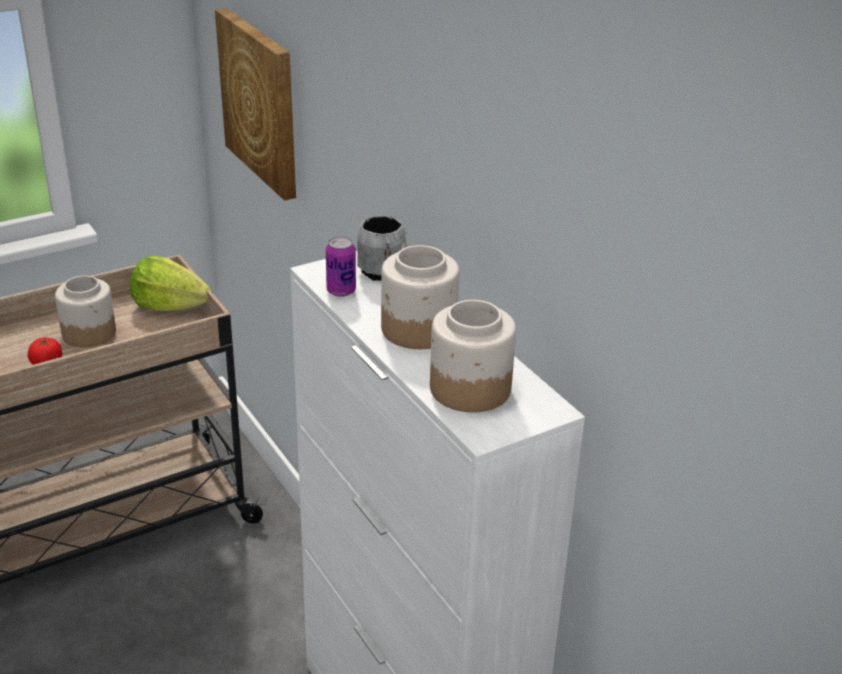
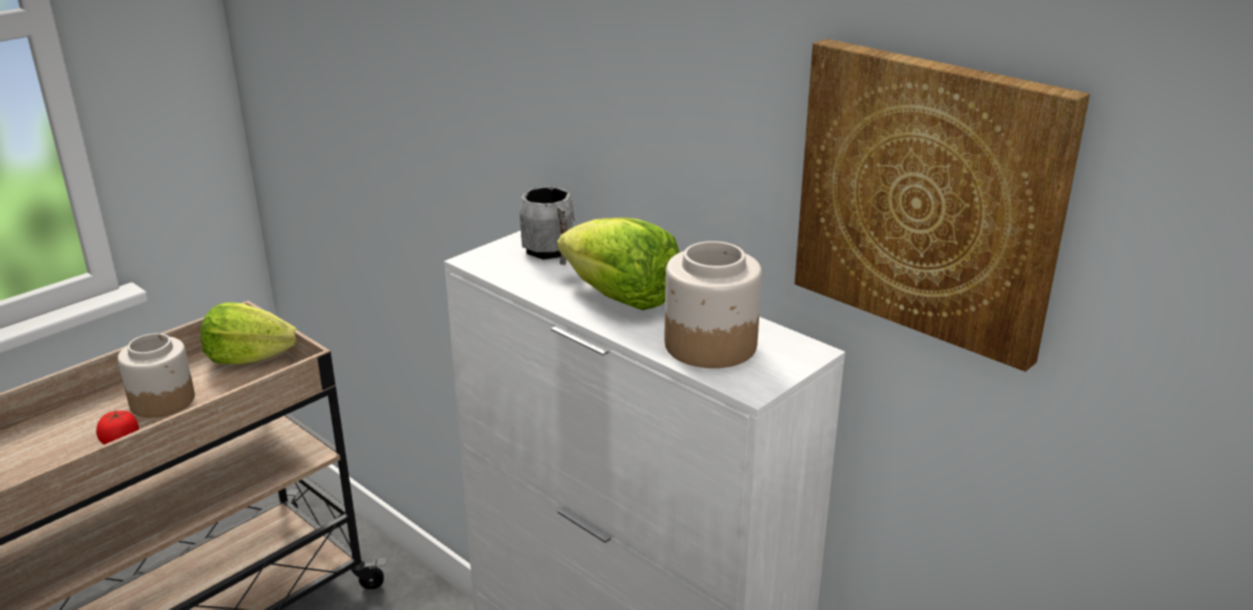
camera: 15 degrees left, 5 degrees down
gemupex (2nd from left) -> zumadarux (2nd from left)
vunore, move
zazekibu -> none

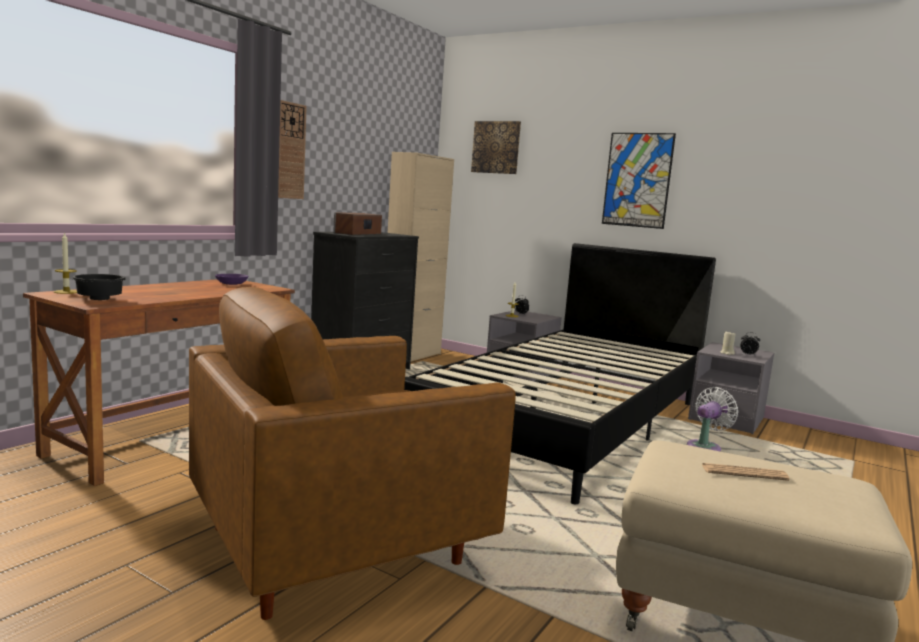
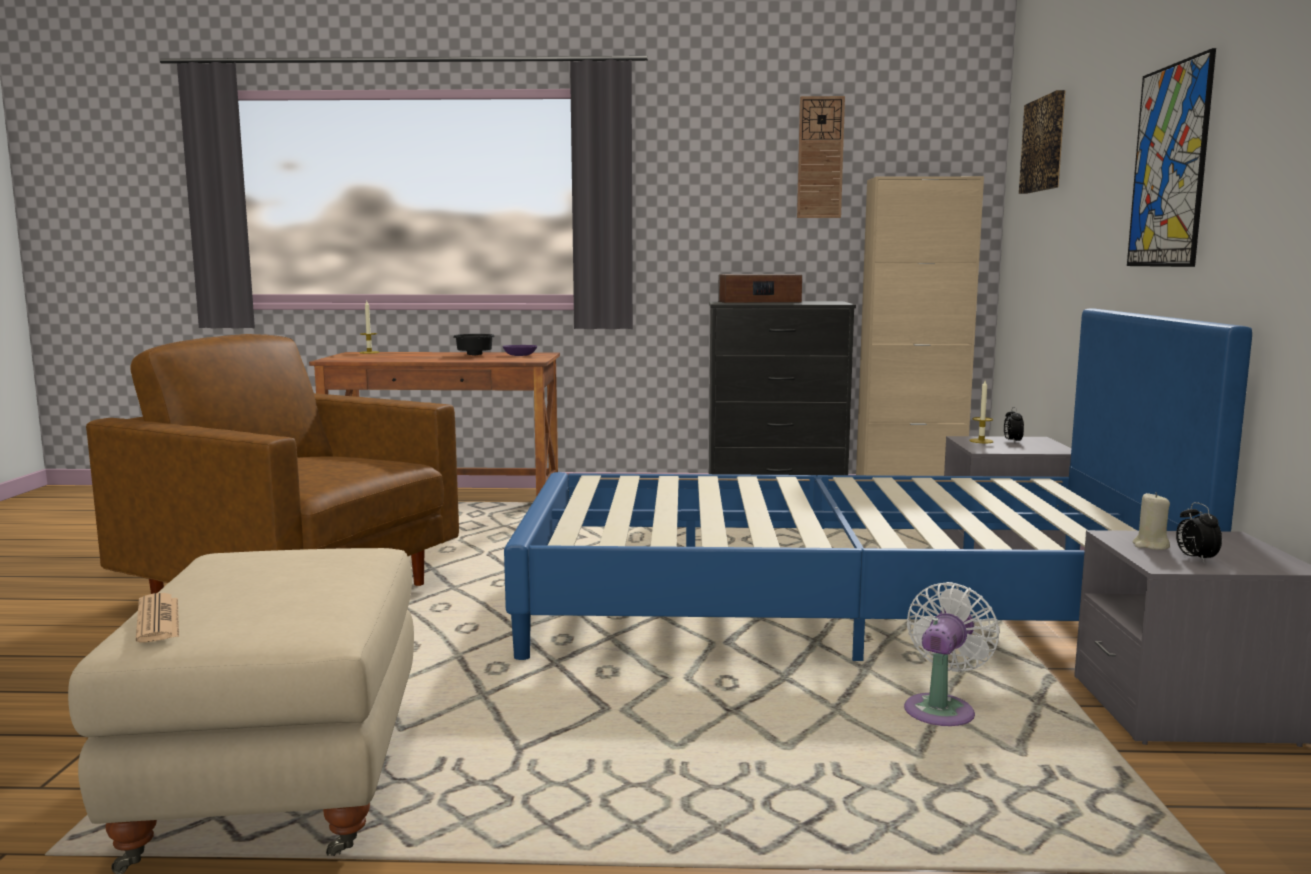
camera: 60 degrees right, 0 degrees up
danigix, move
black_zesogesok, move
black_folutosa -> blue_folutosa
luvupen, move
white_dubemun, 75 degrees counterclockwise

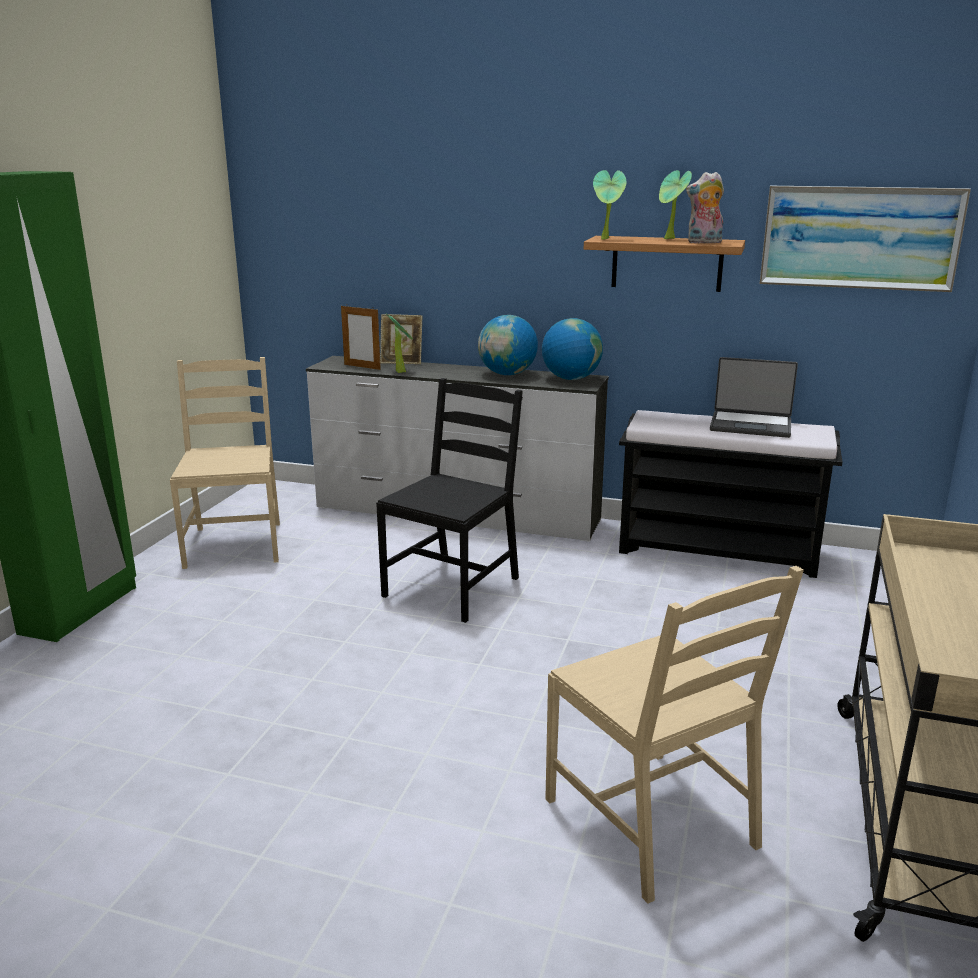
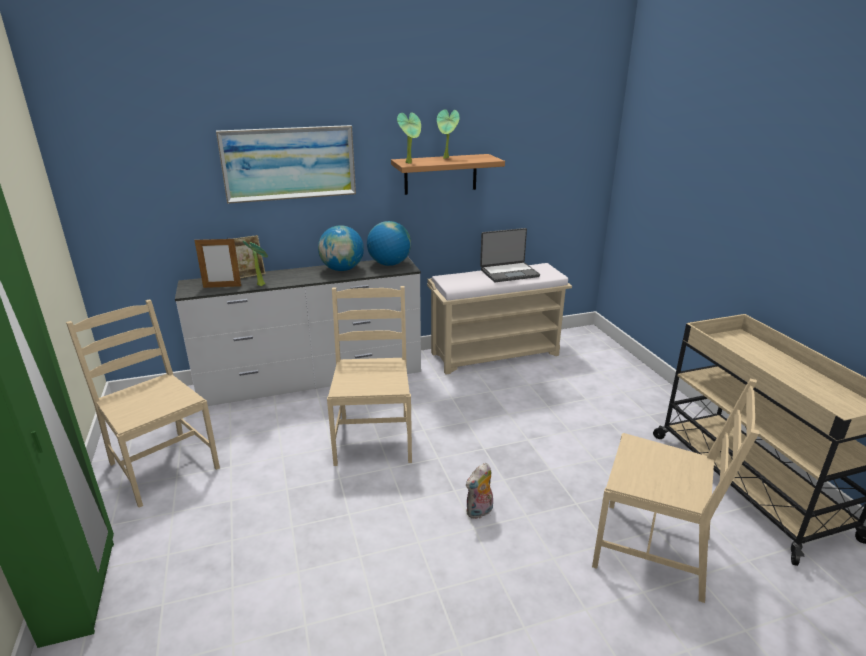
camera: 35 degrees left, 5 degrees up
vunore, move
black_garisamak -> beige_garisamak (2nd from left)
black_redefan -> beige_redefan
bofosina, move

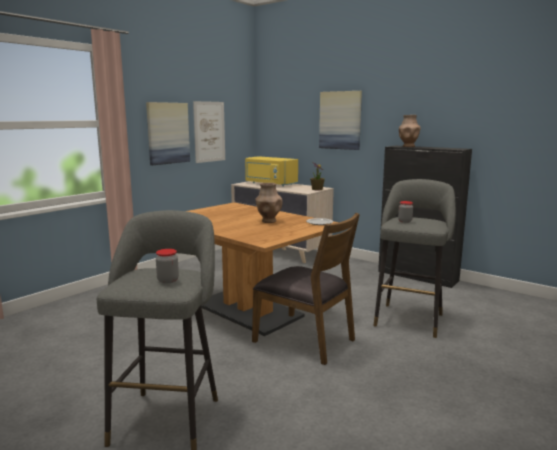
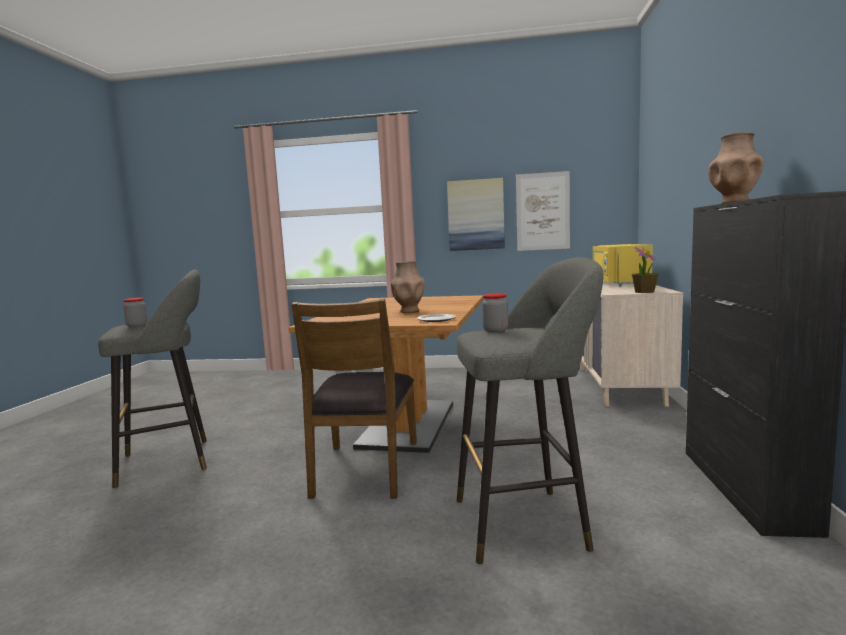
camera: 60 degrees right, 5 degrees down
vunore (3rd from left) -> none

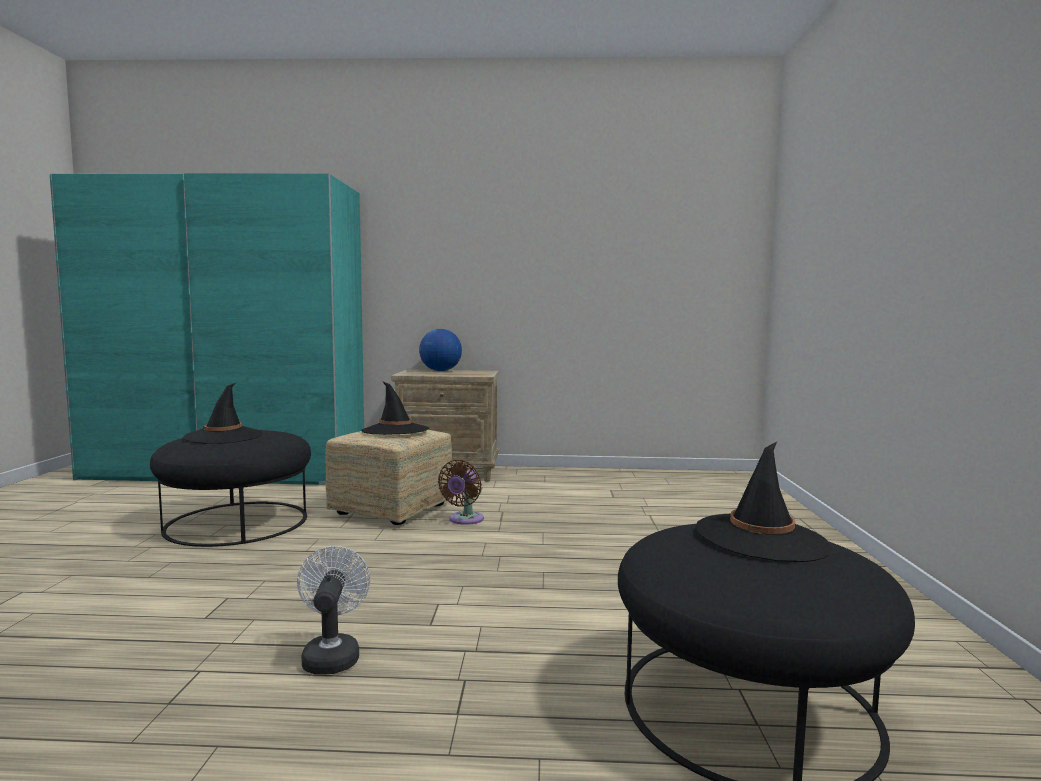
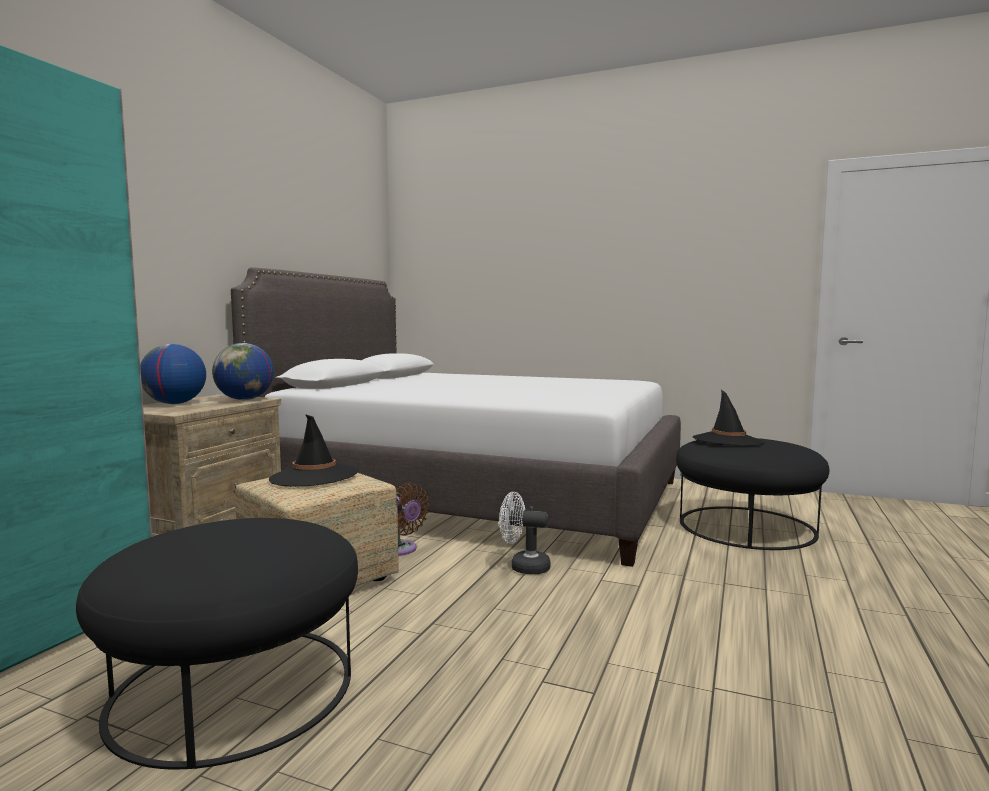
camera: 70 degrees left, 0 degrees up
none -> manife (2nd from left)
none -> white_folutosa
white_dubemun, move
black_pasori (1st from left) -> none

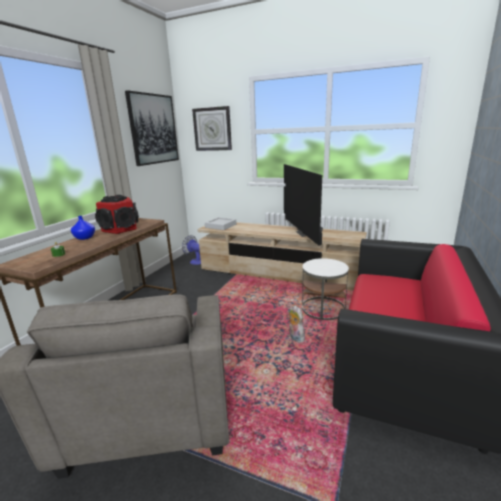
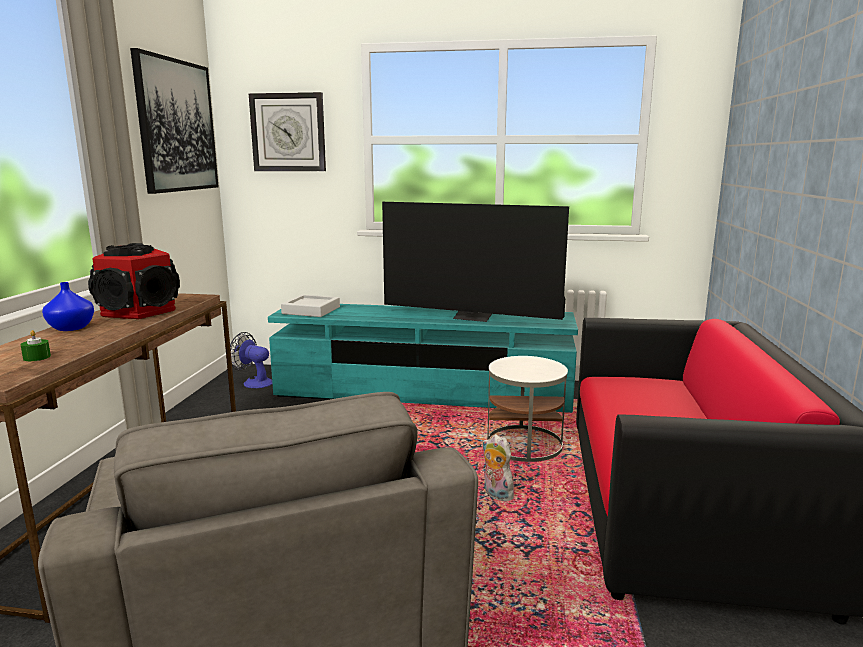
camera: 15 degrees left, 5 degrees down
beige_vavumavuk -> turquoise_vavumavuk
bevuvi, 45 degrees counterclockwise

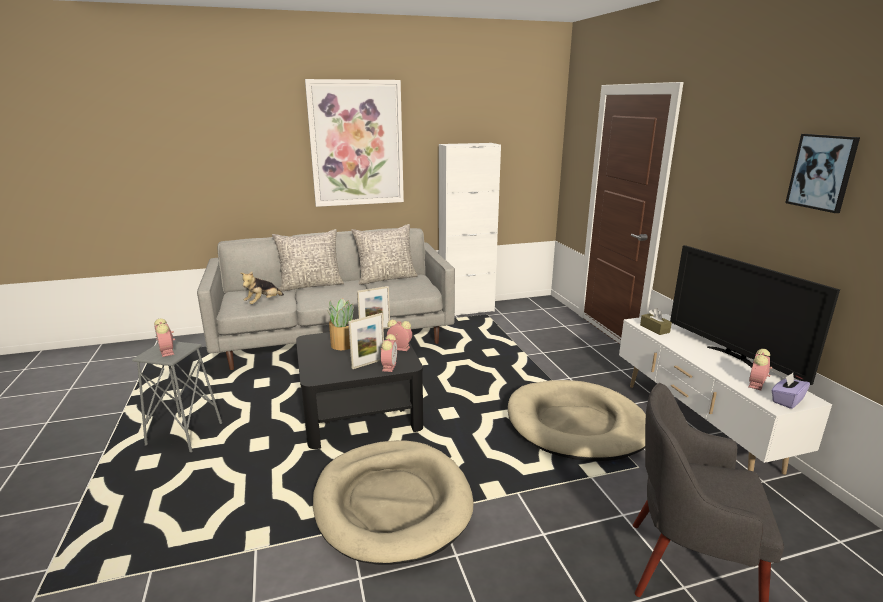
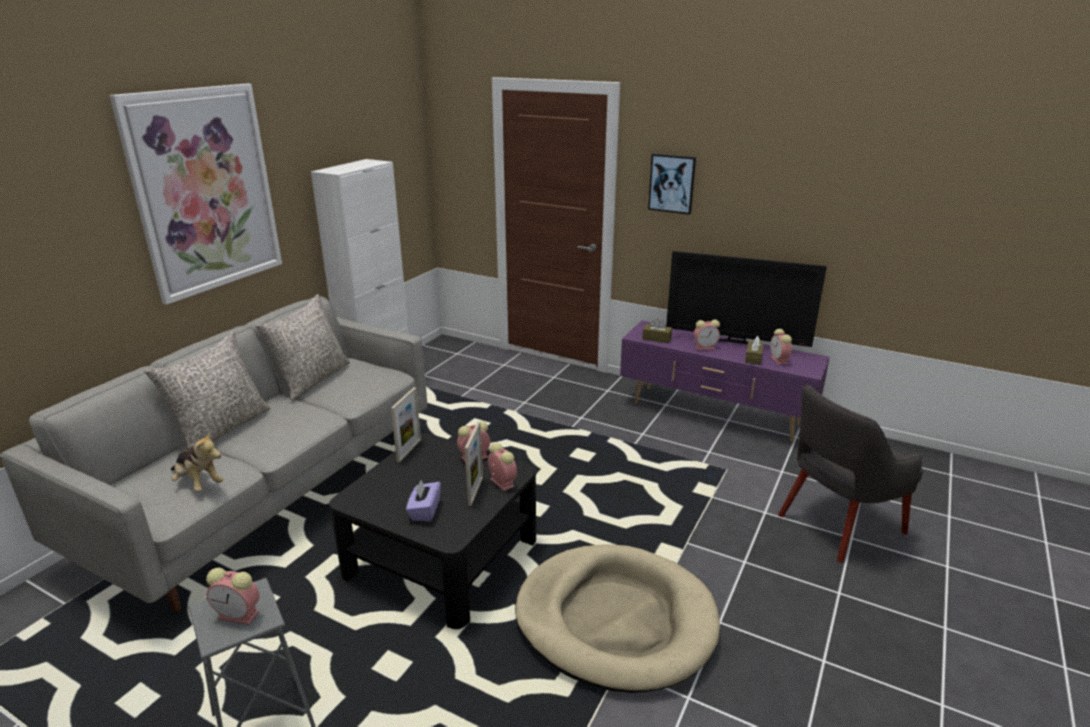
camera: 45 degrees left, 5 degrees up
bofosina, 45 degrees counterclockwise
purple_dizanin, move
white_vavumavuk -> purple_vavumavuk
vunore (2nd from left), move
none -> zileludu (4th from left)
none -> brown_dizanin (2nd from left)
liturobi -> none
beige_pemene (2nd from left) -> none

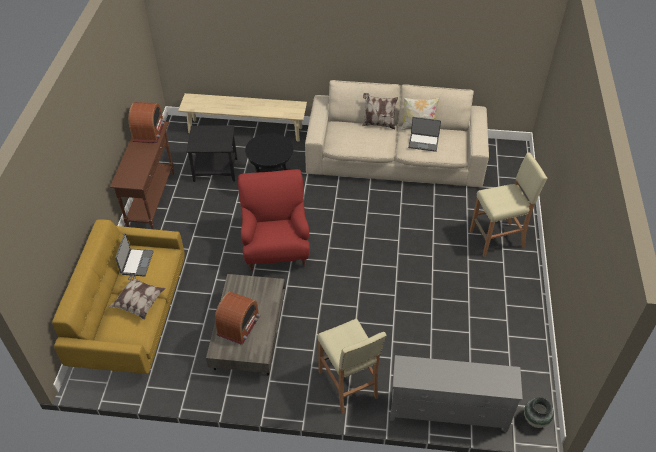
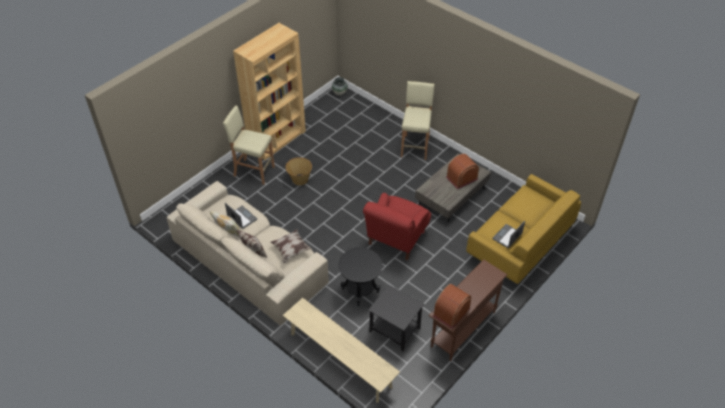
camera: 145 degrees left, 0 degrees up
none -> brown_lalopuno
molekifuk (1st from left in the first image) -> molekifuk (3rd from left), move
none -> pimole
grey_vavumavuk -> none

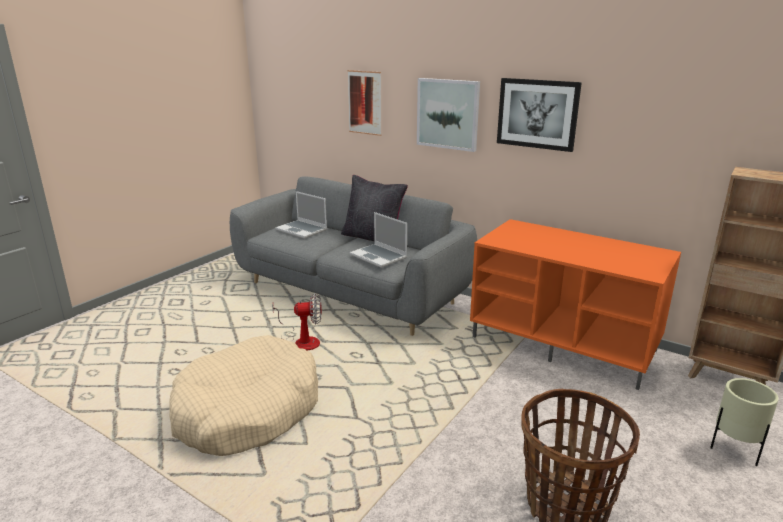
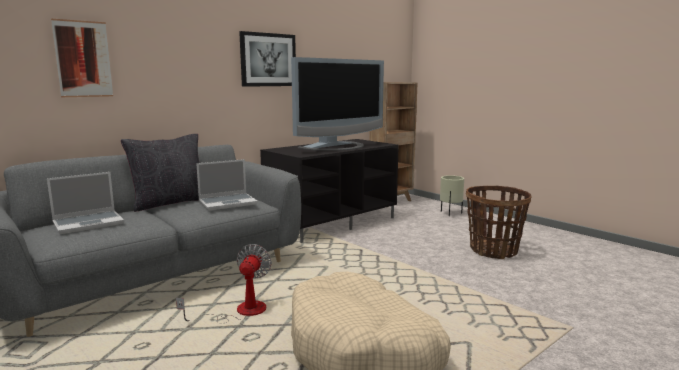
camera: 75 degrees left, 10 degrees down
orange_vavumavuk -> black_vavumavuk
none -> bevuvi
vunore (2nd from left) -> none

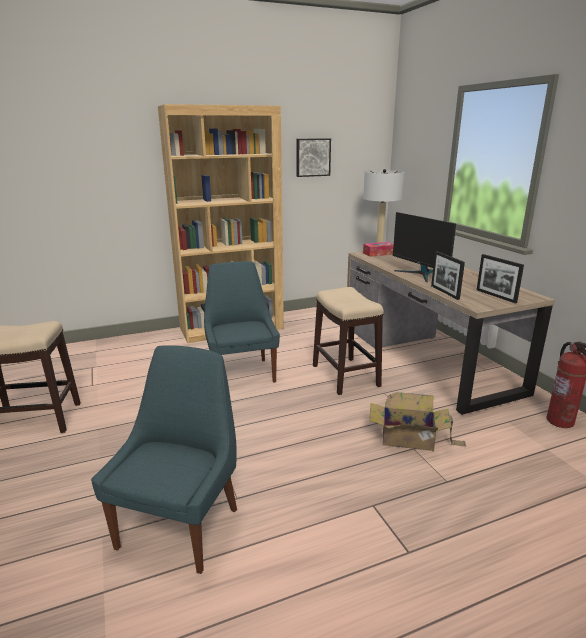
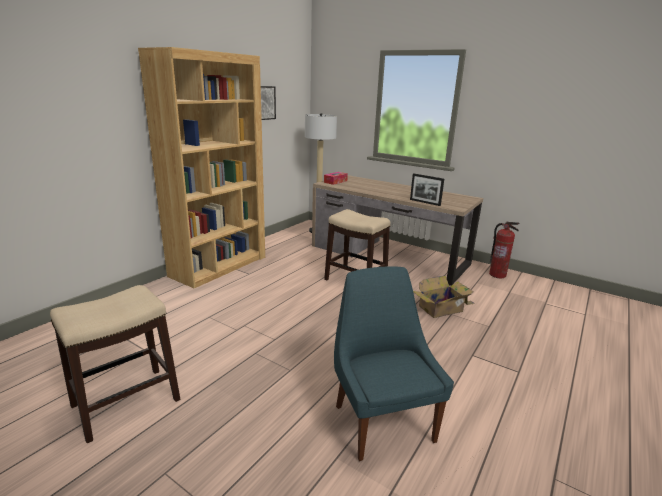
camera: 35 degrees left, 0 degrees up
blue_garisamak (2nd from left) -> none
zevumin -> none
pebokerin (2nd from left) -> none

